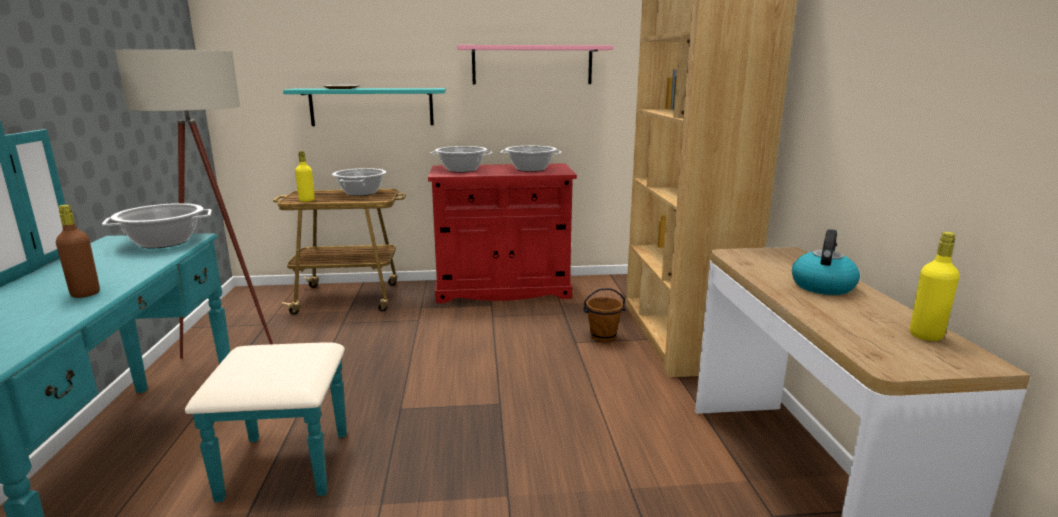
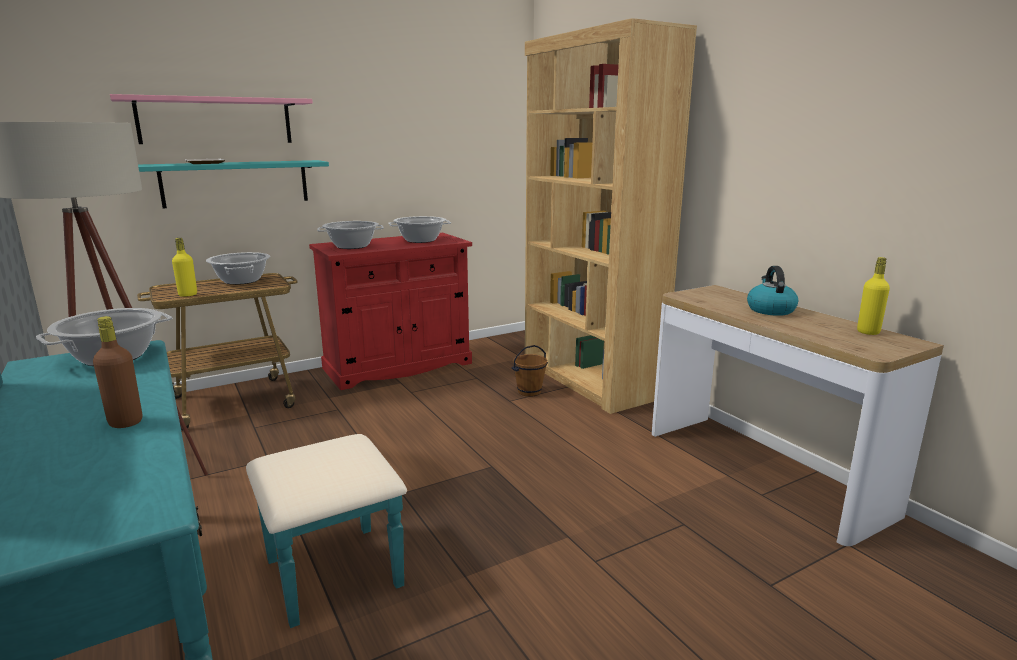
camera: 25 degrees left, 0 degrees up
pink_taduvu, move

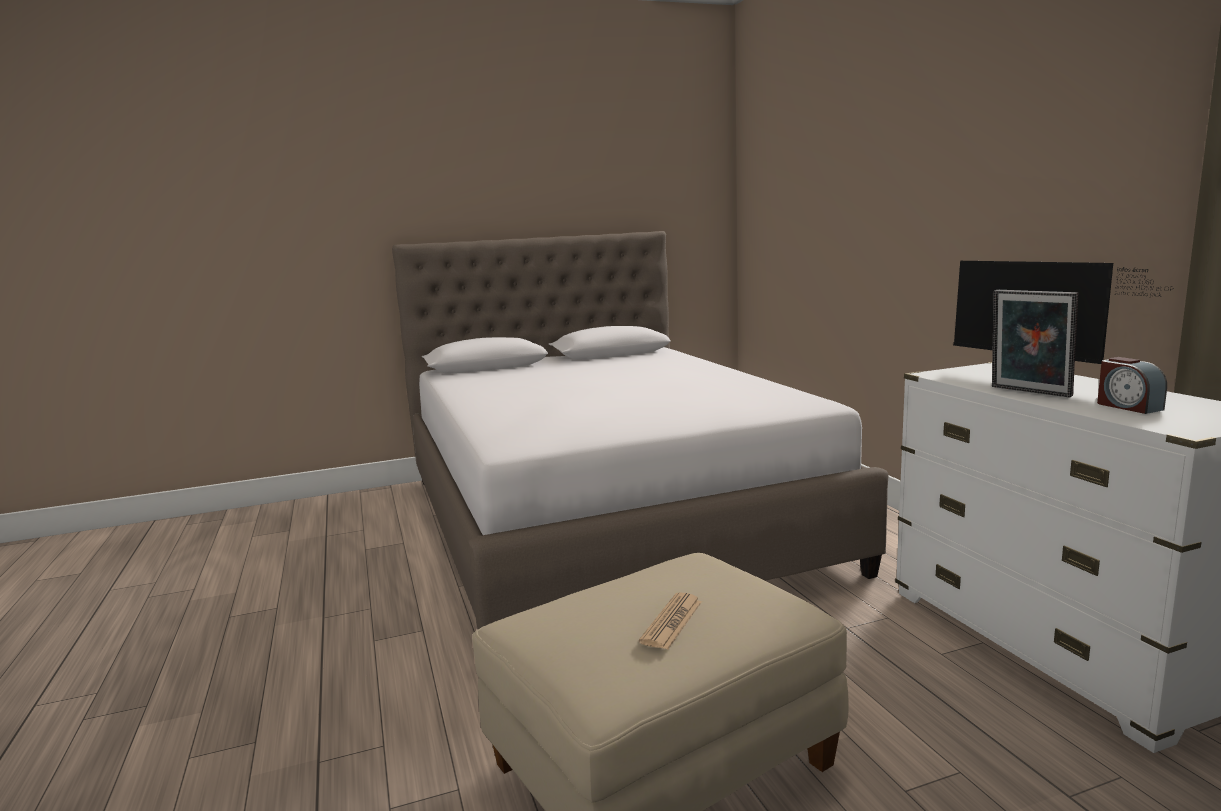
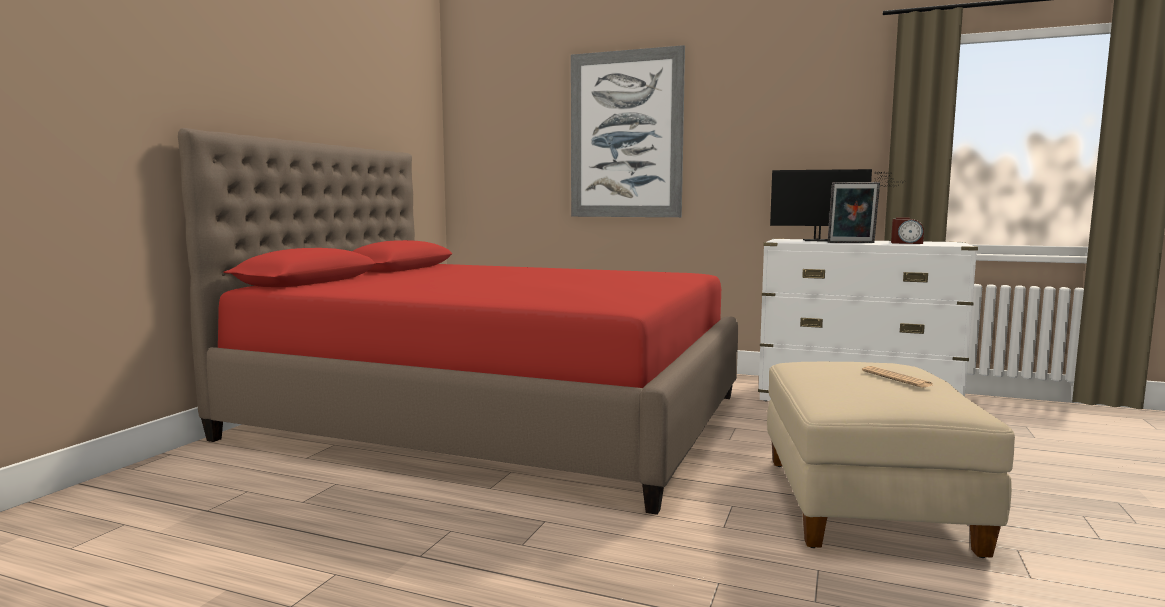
camera: 50 degrees left, 5 degrees down
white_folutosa -> red_folutosa
none -> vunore

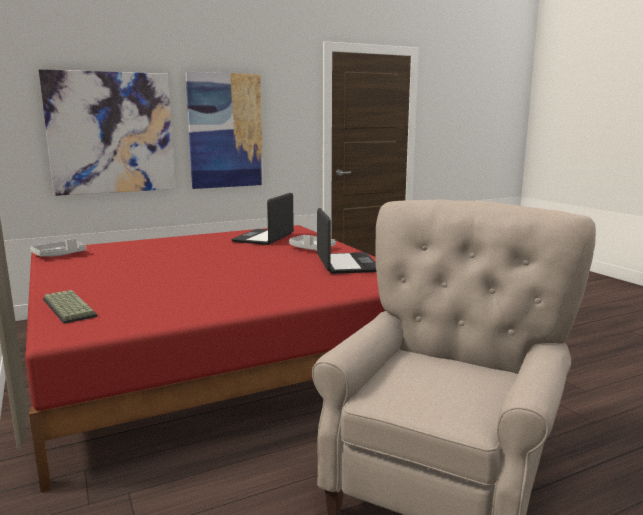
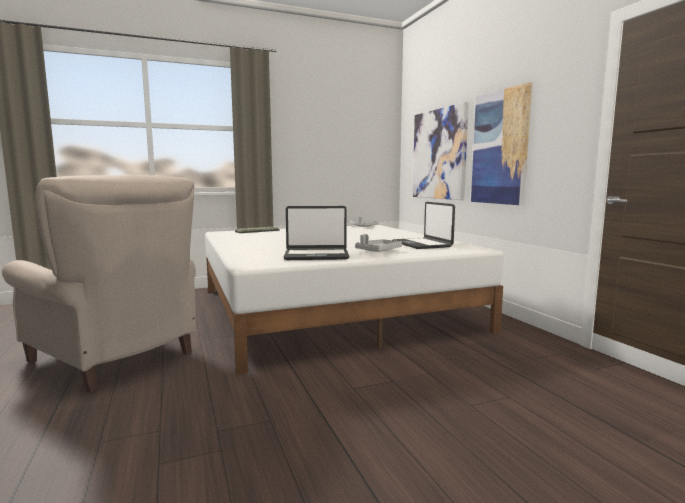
camera: 95 degrees right, 5 degrees down
red_folutosa -> white_folutosa
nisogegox (1st from left in the first image) -> nisogegox (2nd from left), 135 degrees counterclockwise

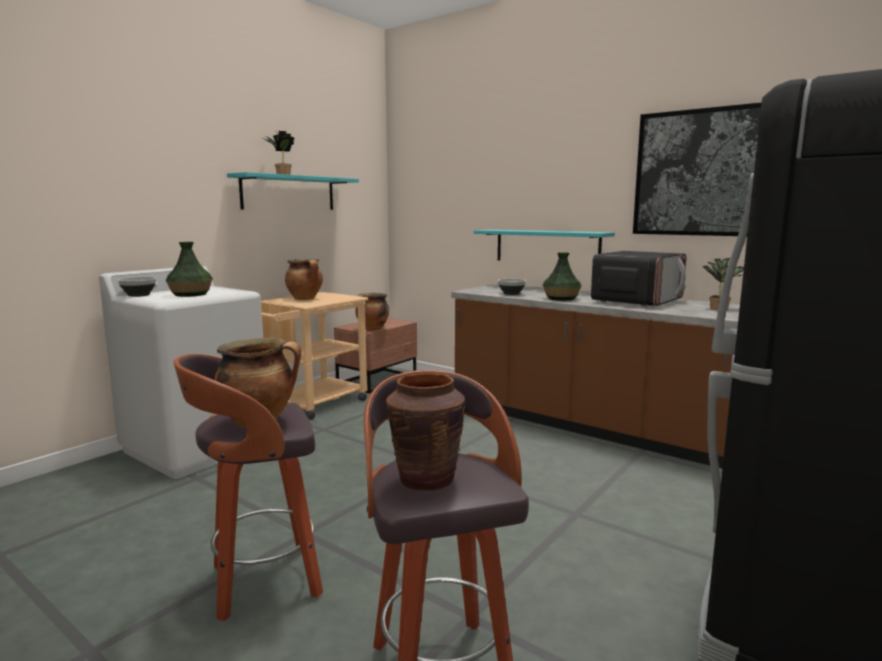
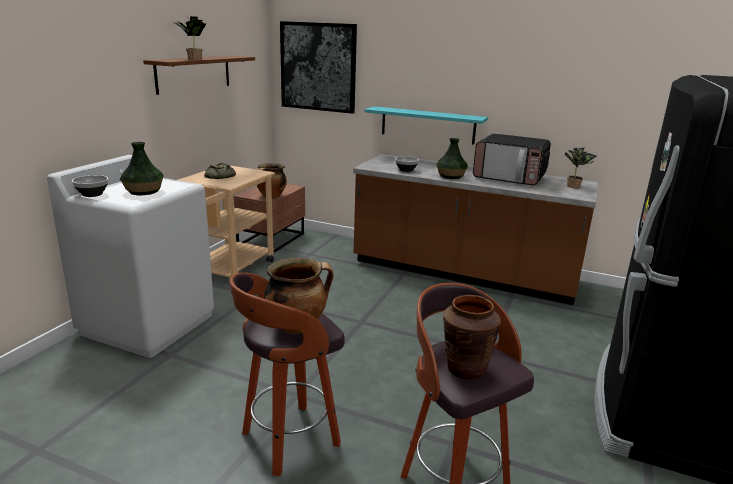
camera: 15 degrees left, 10 degrees up
turquoise_taduvu (1st from left) -> brown_taduvu
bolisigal (2nd from left) -> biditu
vunore, move
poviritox, 90 degrees clockwise

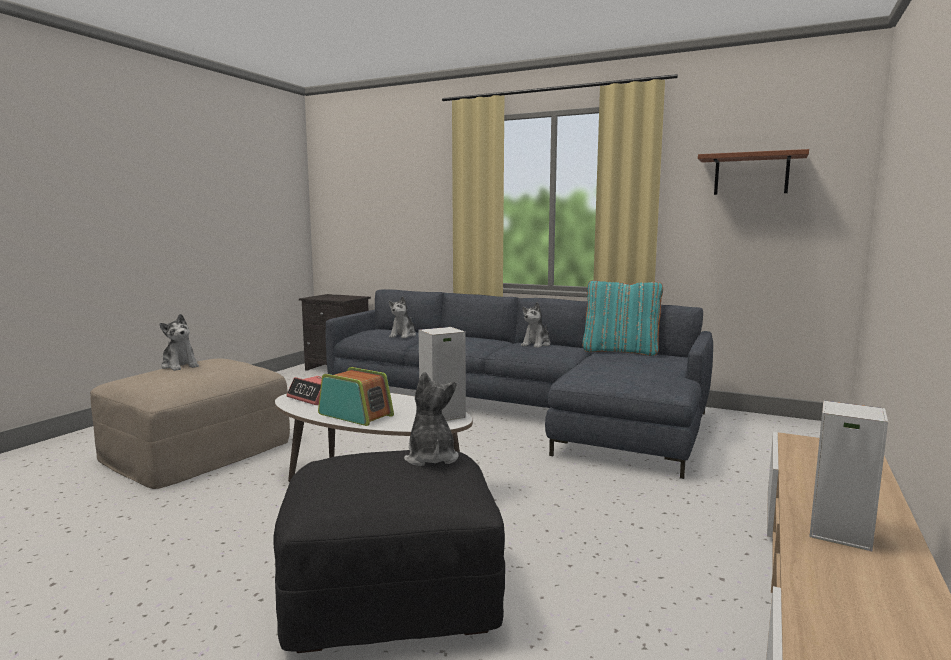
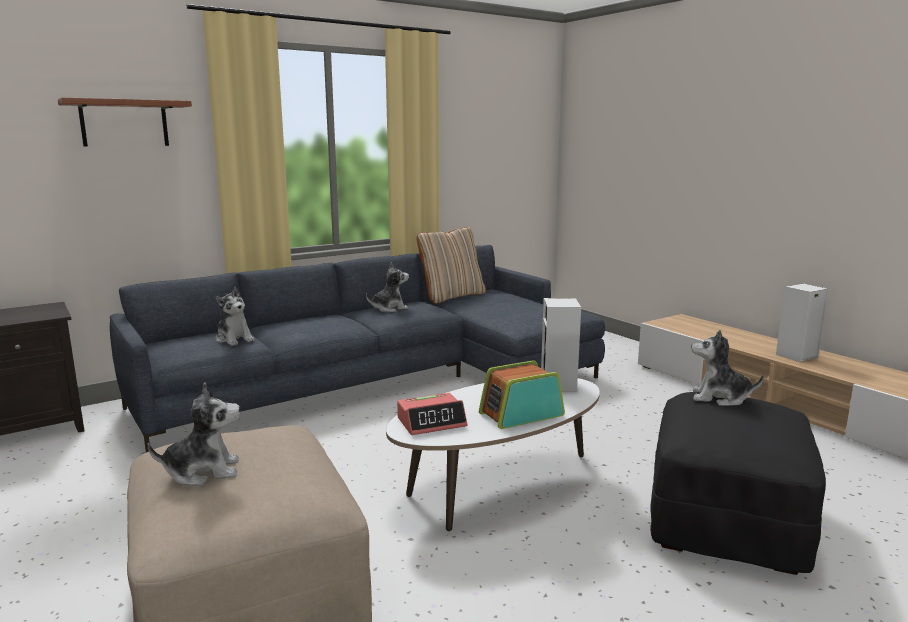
camera: 60 degrees left, 5 degrees up
brown_taduvu, move
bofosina (4th from left in the first image) -> bofosina (3rd from left), 90 degrees counterclockwise
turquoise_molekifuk -> beige_molekifuk

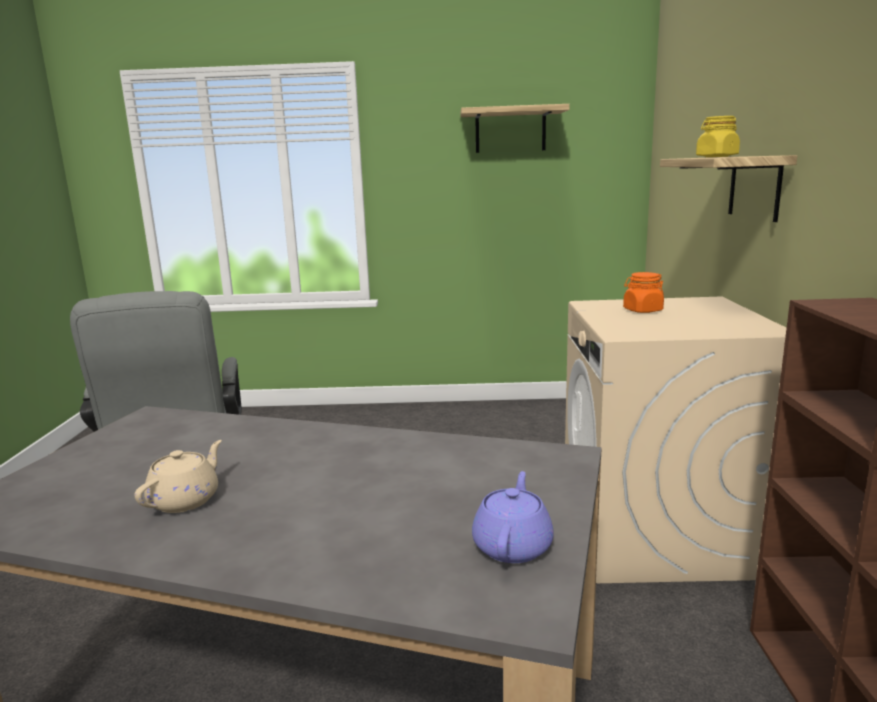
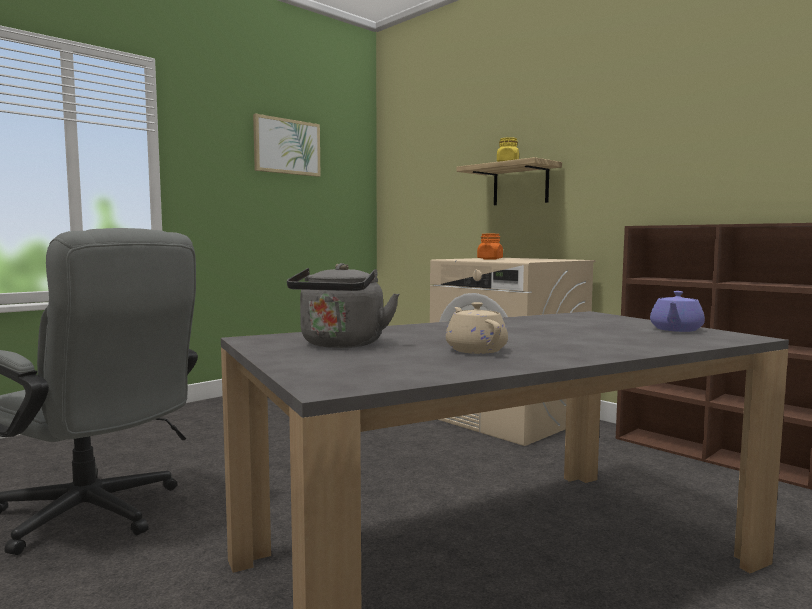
camera: 45 degrees left, 10 degrees down
taduvu (1st from left) -> vunore
none -> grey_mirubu
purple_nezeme, 120 degrees counterclockwise

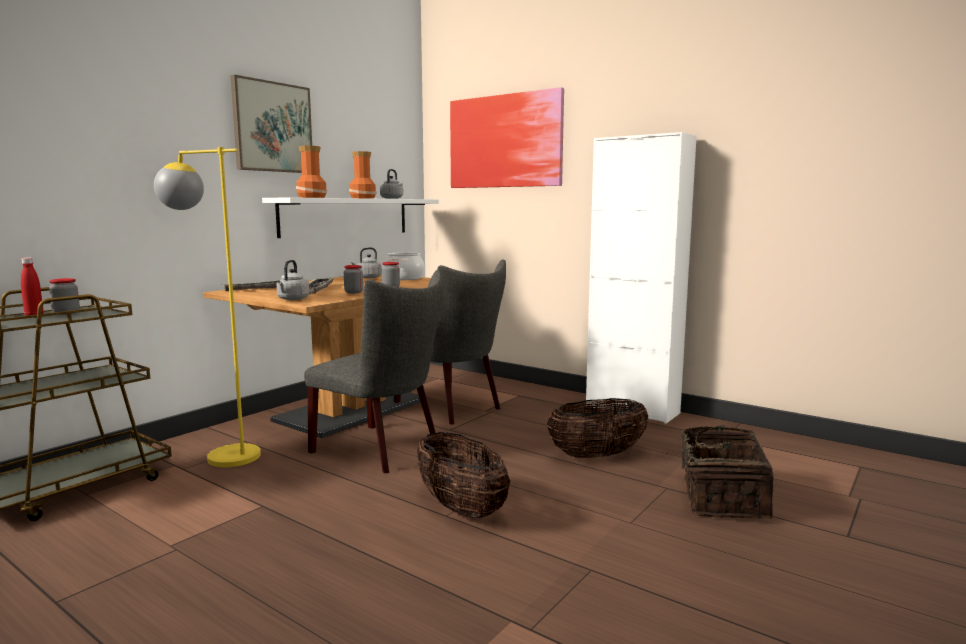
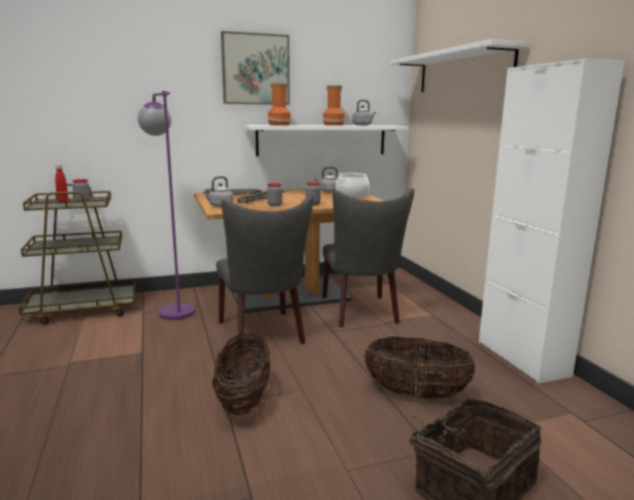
camera: 35 degrees right, 5 degrees up
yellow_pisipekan -> purple_pisipekan
vunore (2nd from left) -> white_taduvu (2nd from left)

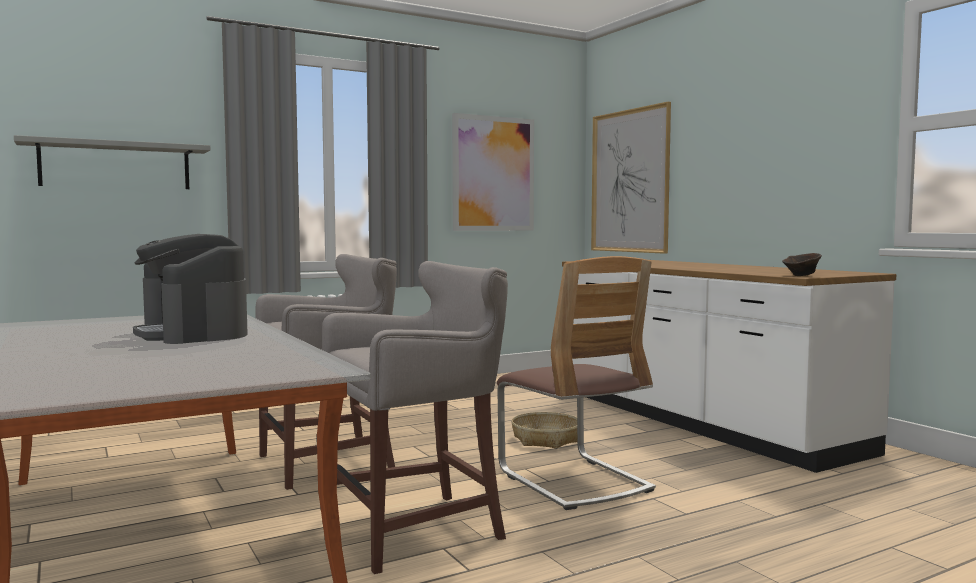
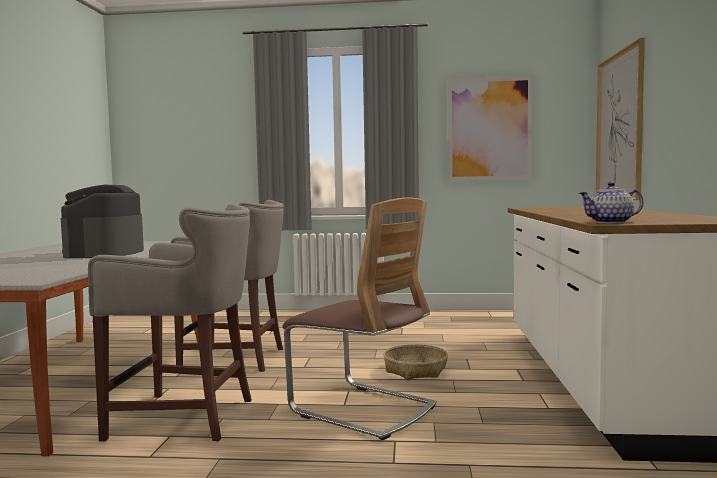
camera: 35 degrees right, 0 degrees up
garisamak, 60 degrees counterclockwise
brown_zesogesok -> nezeme
grey_taduvu -> none

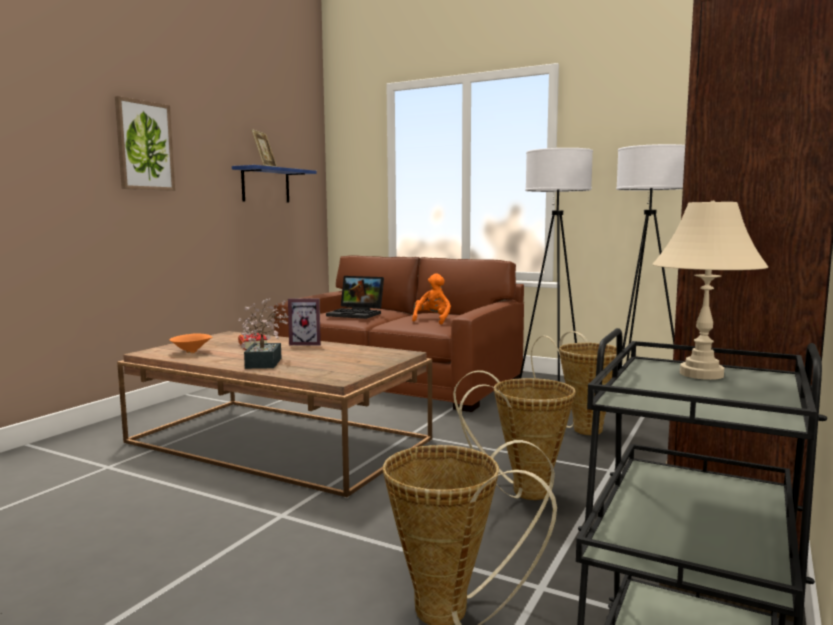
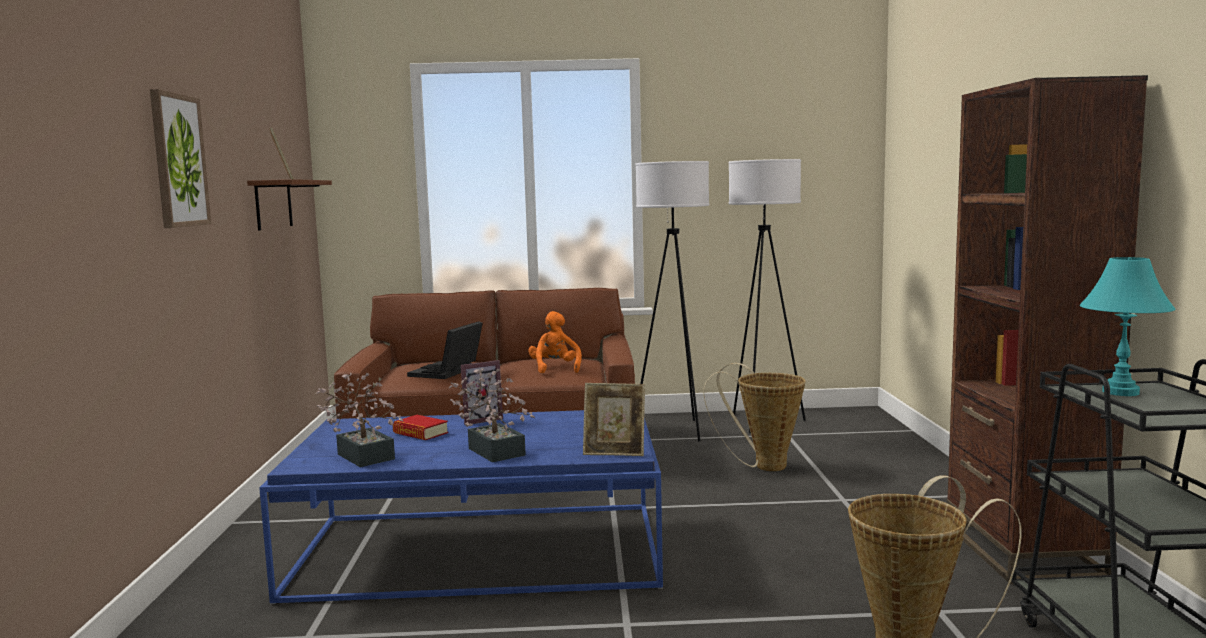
camera: 30 degrees left, 0 degrees up
blue_taduvu -> brown_taduvu
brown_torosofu -> blue_torosofu
orange_zesogesok -> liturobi (1st from left)
nisogegox, 120 degrees clockwise
none -> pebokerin (3rd from left)
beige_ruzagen -> turquoise_ruzagen
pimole (2nd from left) -> none

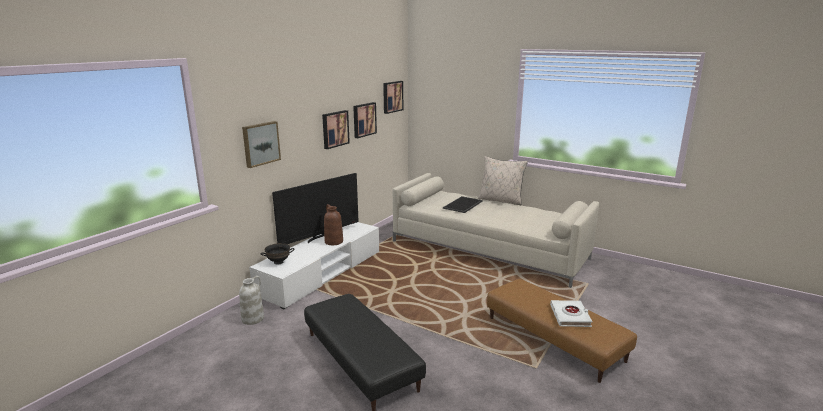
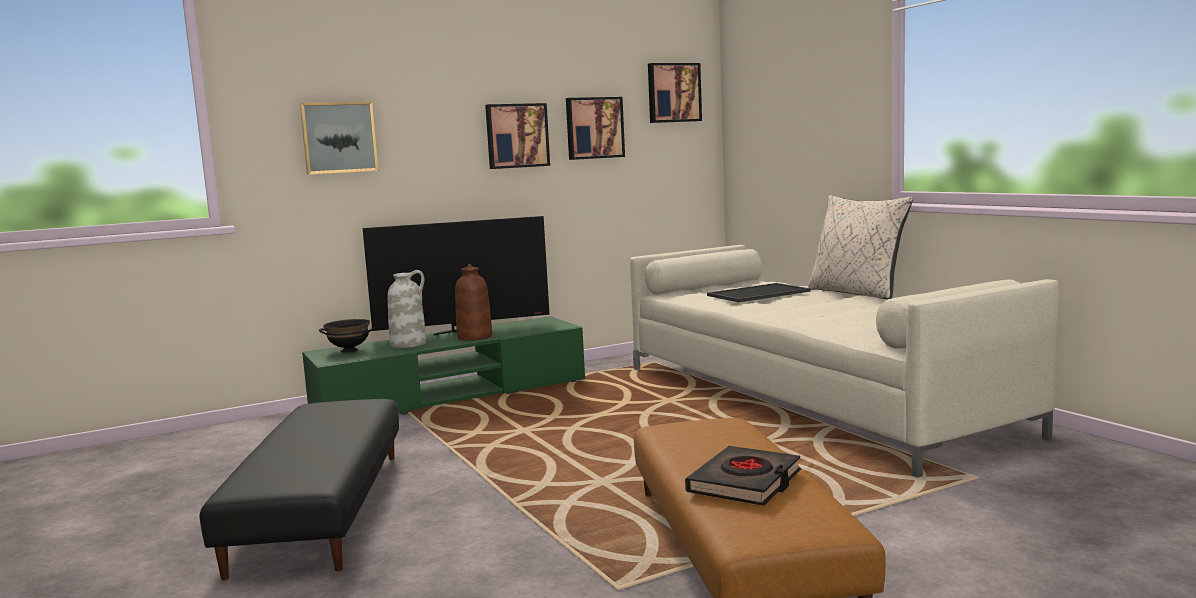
camera: 30 degrees right, 10 degrees down
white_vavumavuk -> green_vavumavuk
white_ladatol, move
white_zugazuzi -> black_zugazuzi

